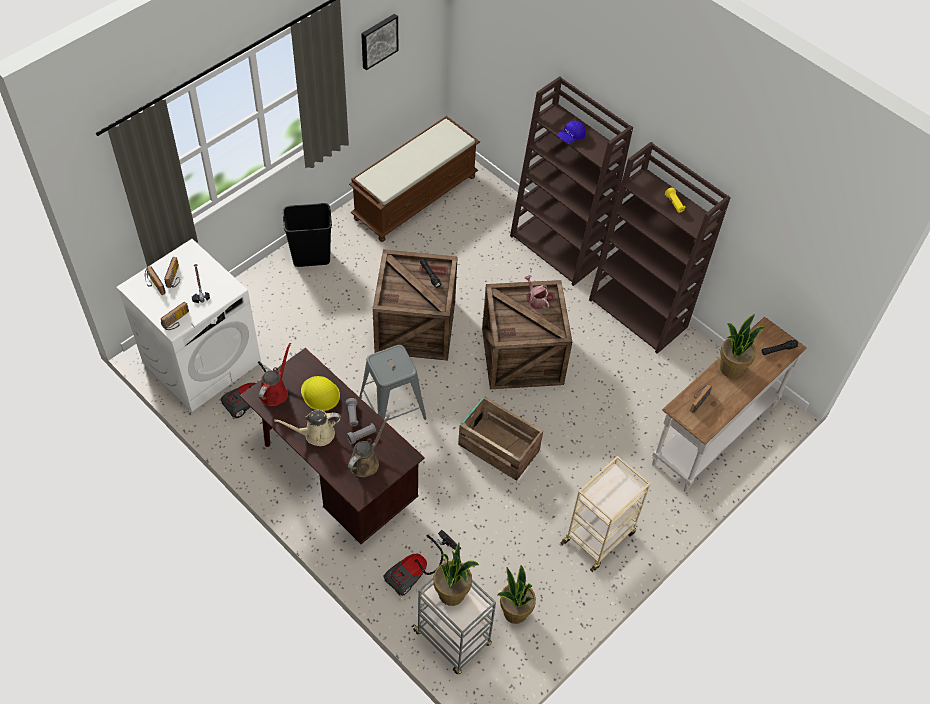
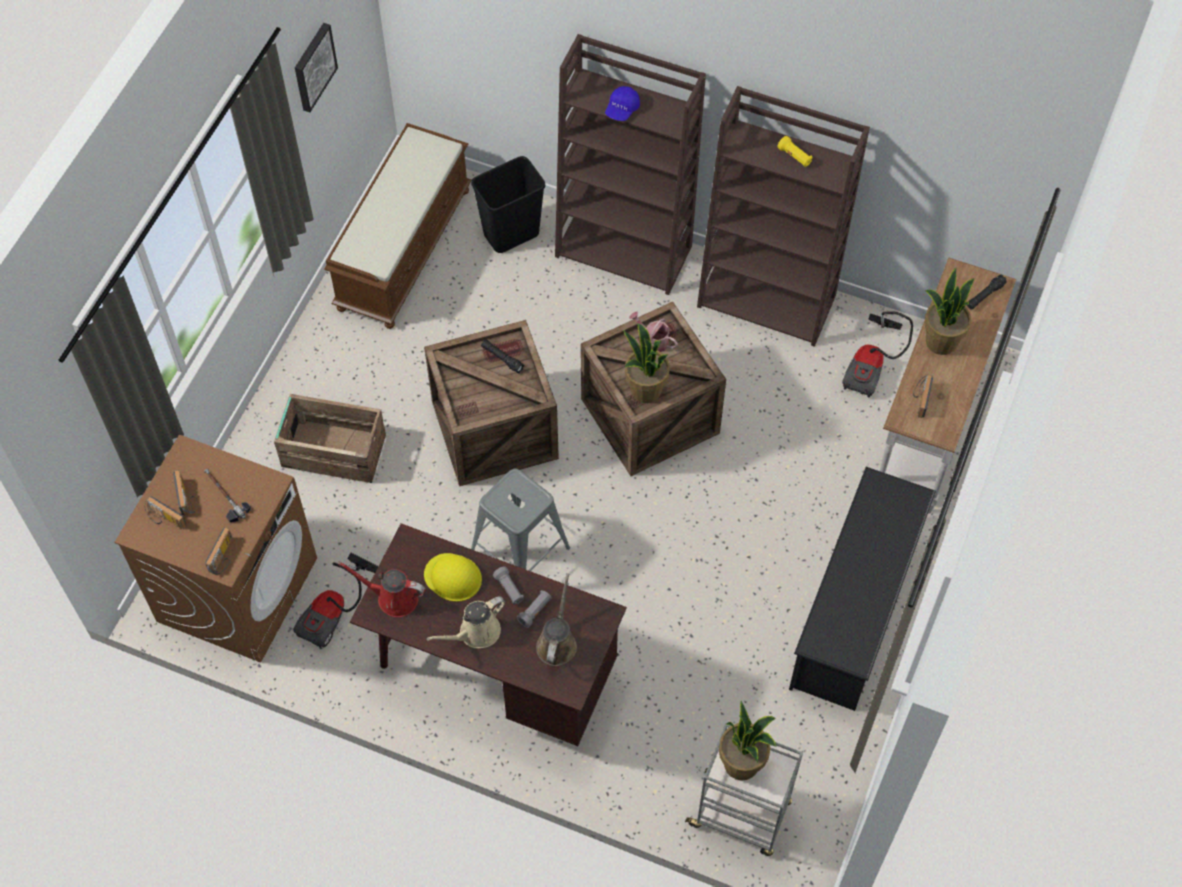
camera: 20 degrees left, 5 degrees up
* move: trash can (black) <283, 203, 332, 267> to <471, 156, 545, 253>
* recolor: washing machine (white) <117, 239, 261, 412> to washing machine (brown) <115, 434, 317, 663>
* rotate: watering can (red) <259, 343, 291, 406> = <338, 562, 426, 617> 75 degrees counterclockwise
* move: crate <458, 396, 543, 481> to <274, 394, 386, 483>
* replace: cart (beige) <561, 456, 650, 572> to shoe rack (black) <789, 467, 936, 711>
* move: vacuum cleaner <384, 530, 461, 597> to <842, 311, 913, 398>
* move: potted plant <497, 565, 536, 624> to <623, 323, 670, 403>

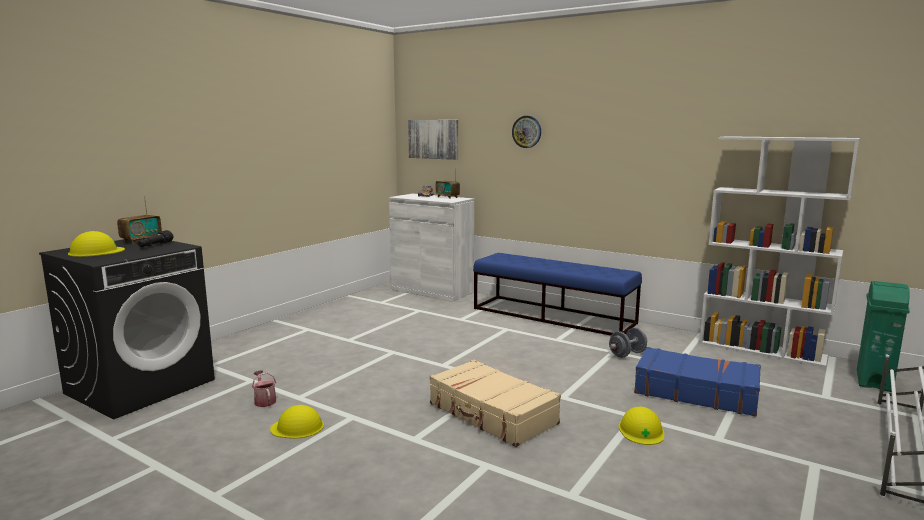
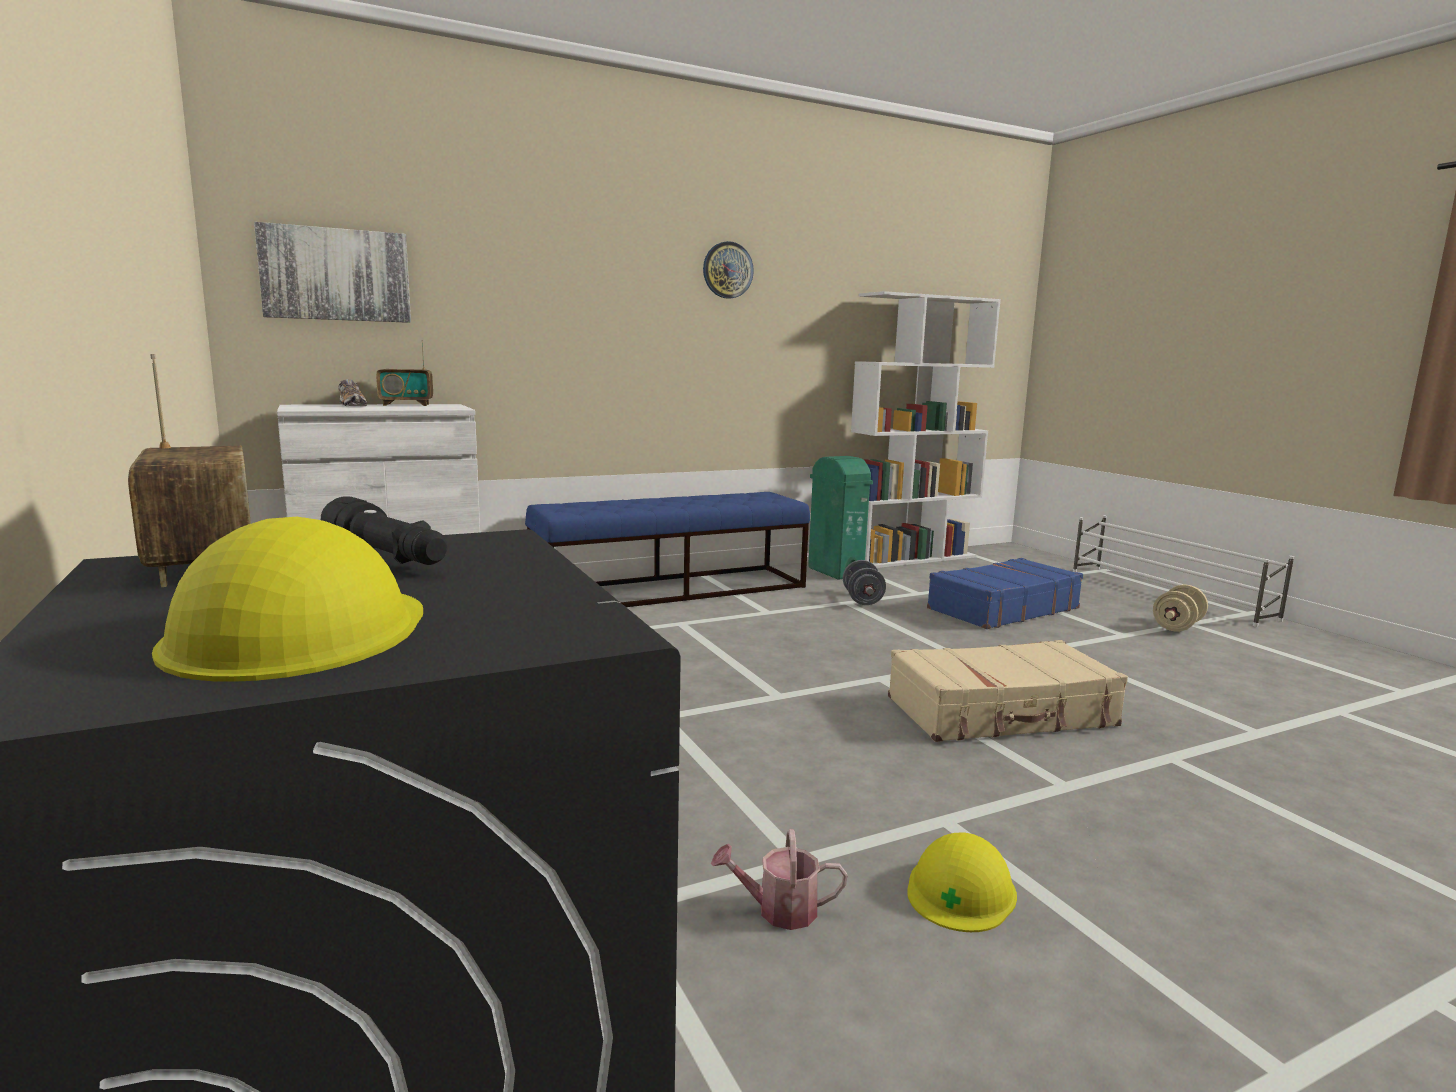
camera: 60 degrees left, 0 degrees up
* move: wall clock <512, 116, 541, 148> to <703, 241, 754, 299>
* move: trash can (green) <857, 281, 910, 392> to <808, 456, 873, 580>
* delete: hard hat (yellow) <618, 406, 664, 445>
* insert: dumbbell (beige) <1153, 585, 1208, 632>

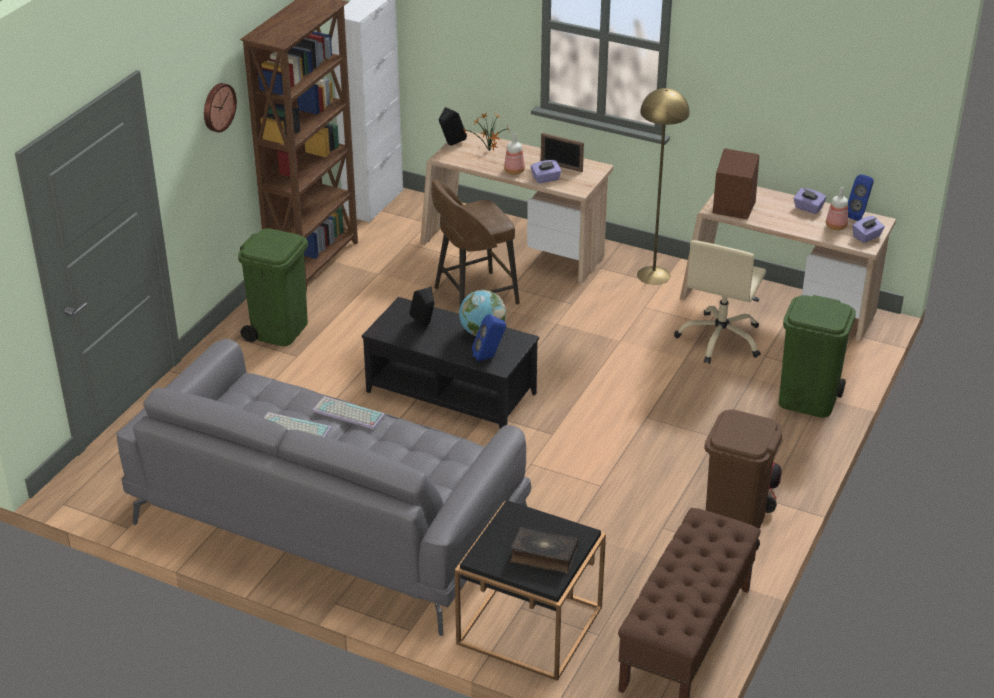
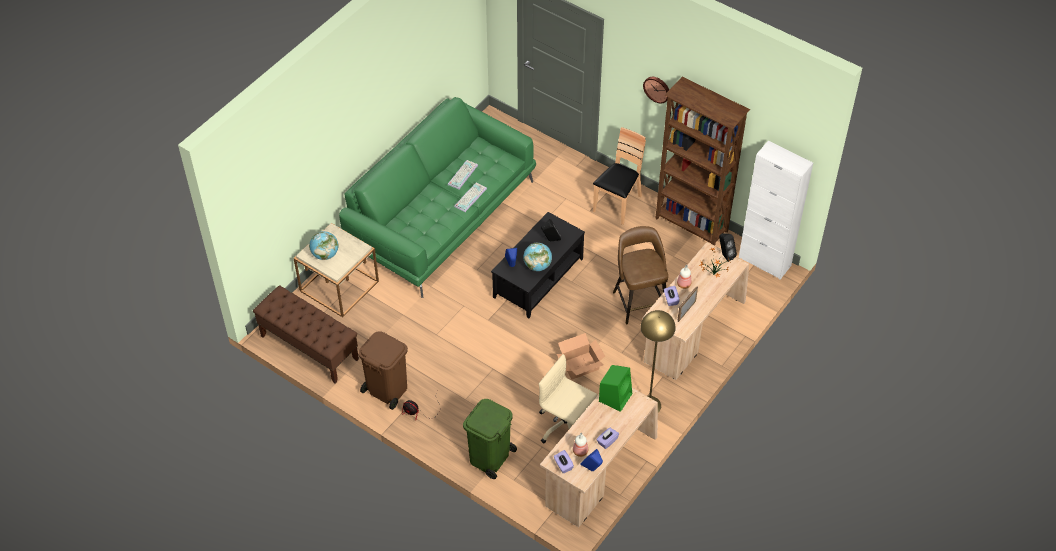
camera: 100 degrees right, 15 degrees up
* recolor: speaker (brown) <713, 148, 759, 219> to speaker (green) <599, 365, 632, 412>
* replace: trash can (green) <238, 228, 308, 346> to chair (brown) <593, 127, 646, 225>
* recolor: sofa (grey) <116, 339, 531, 636> to sofa (green) <339, 97, 536, 298>
* recolor: side table (black) <455, 500, 606, 681> to side table (beige) <293, 223, 379, 317>
* replace: book <510, 527, 578, 573> to globe <309, 231, 339, 260>
* insert: cardboard box <556, 333, 605, 380>

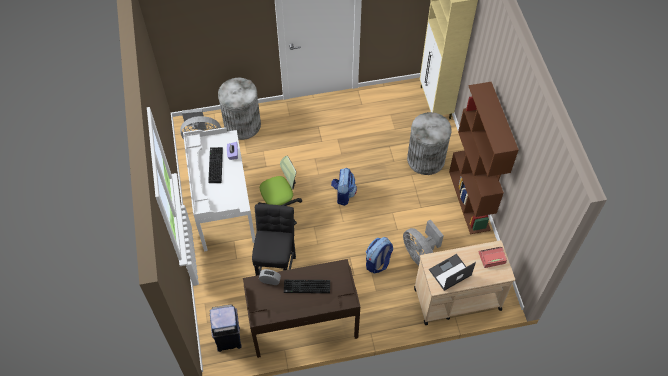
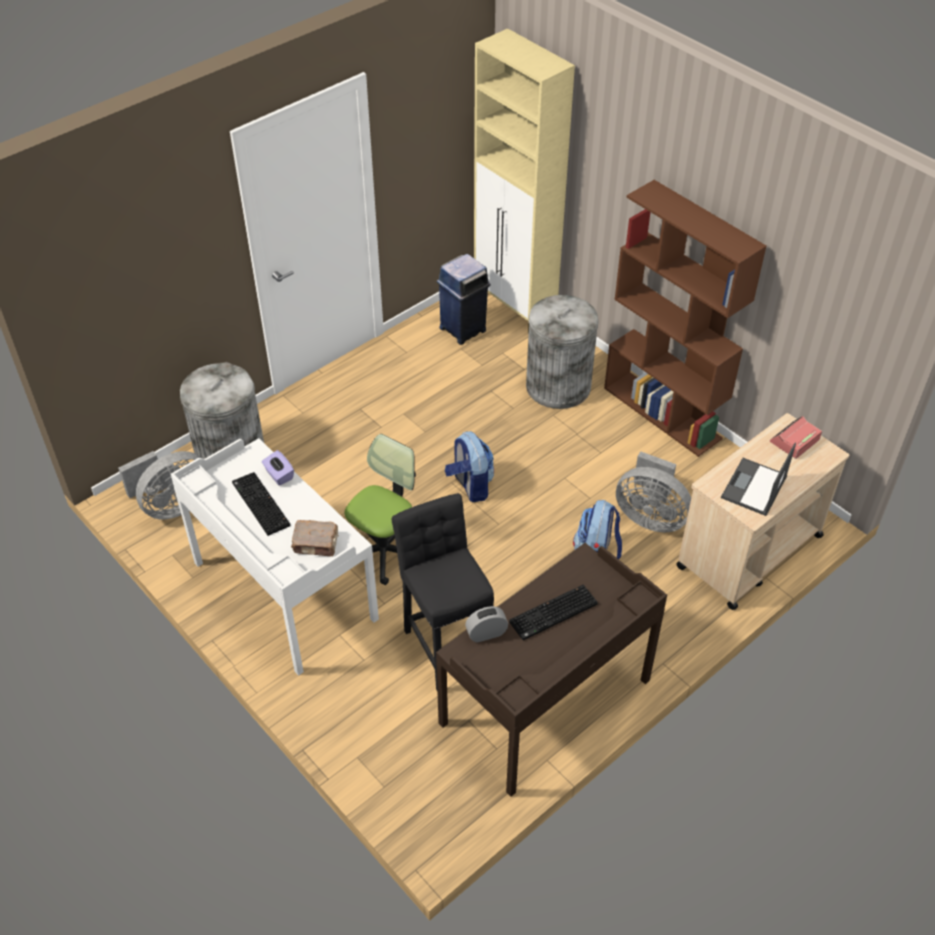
camera: 30 degrees left, 10 degrees down
* move: trash can (blue) <210, 304, 242, 352> to <437, 254, 491, 345>
* insert: book (brown) <291, 520, 338, 557>

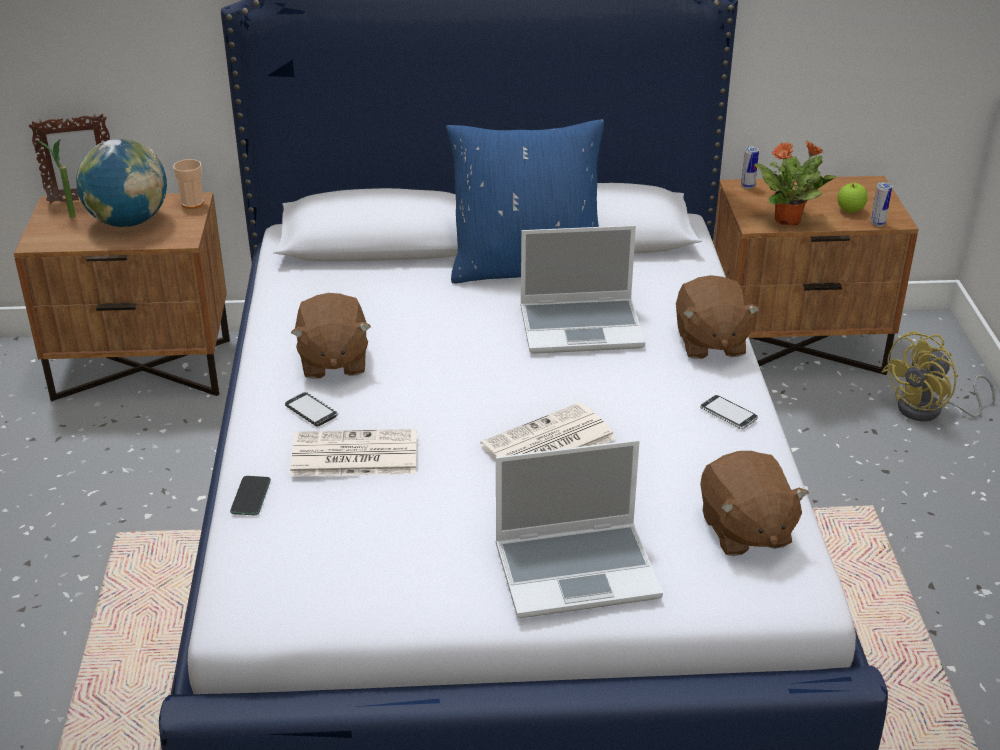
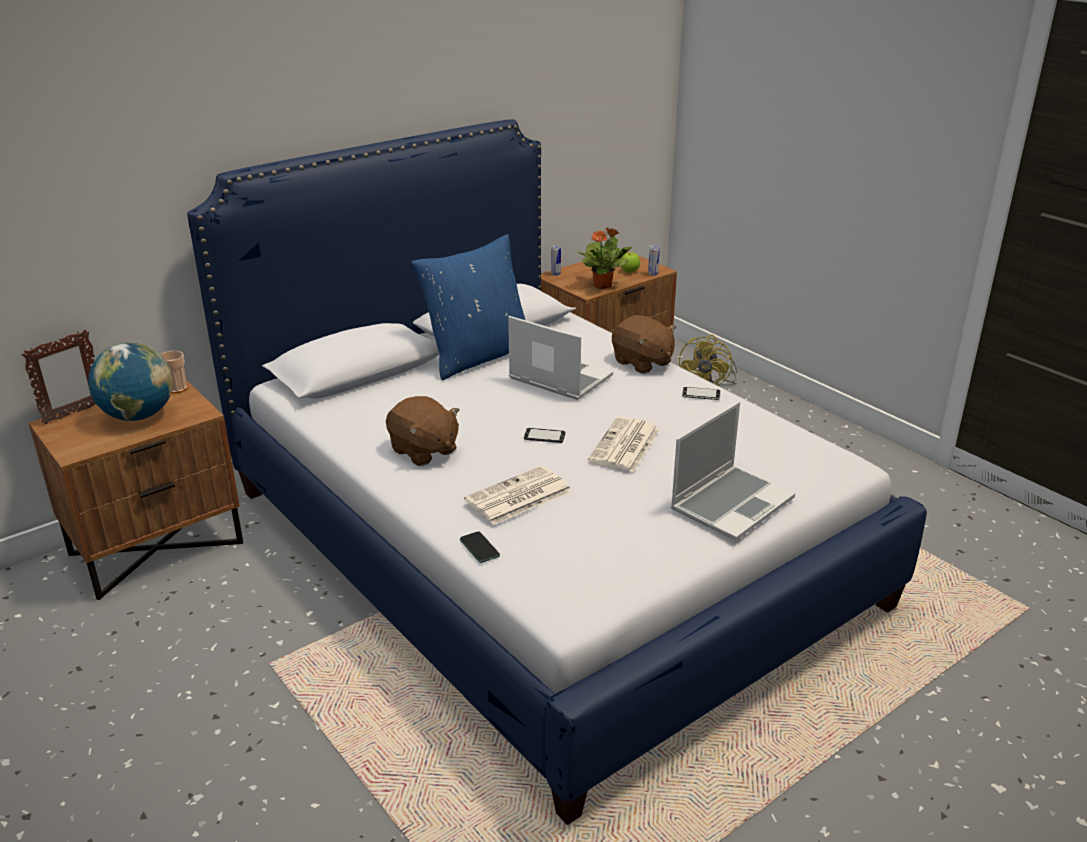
camera: 35 degrees left, 5 degrees down
* delete: potted plant <37, 139, 76, 218>
* rotate: laptop <521, 225, 645, 354> = <508, 316, 613, 400> 105 degrees counterclockwise
* move: phone <285, 392, 338, 427> to <524, 427, 566, 443>
* delete: plush toy (brown) <700, 451, 809, 556>

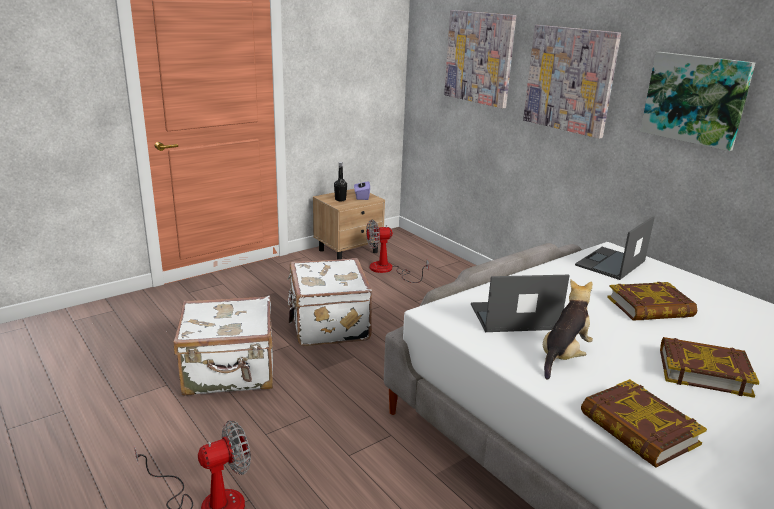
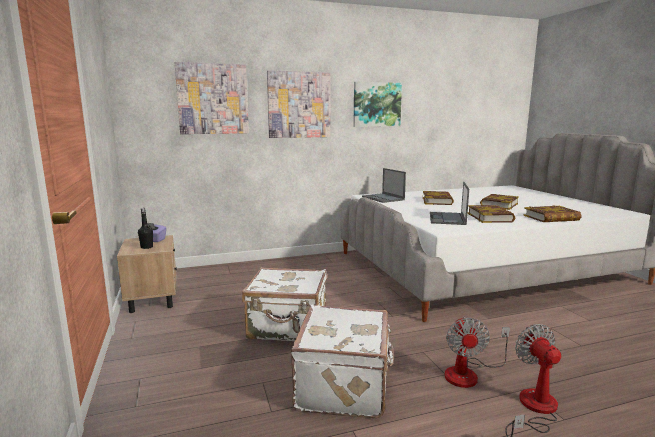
camera: 70 degrees left, 10 degrees down
* move: fan <366, 220, 429, 283> to <444, 317, 510, 388>
* replace: plush toy <543, 280, 593, 380> to book <468, 205, 515, 223>

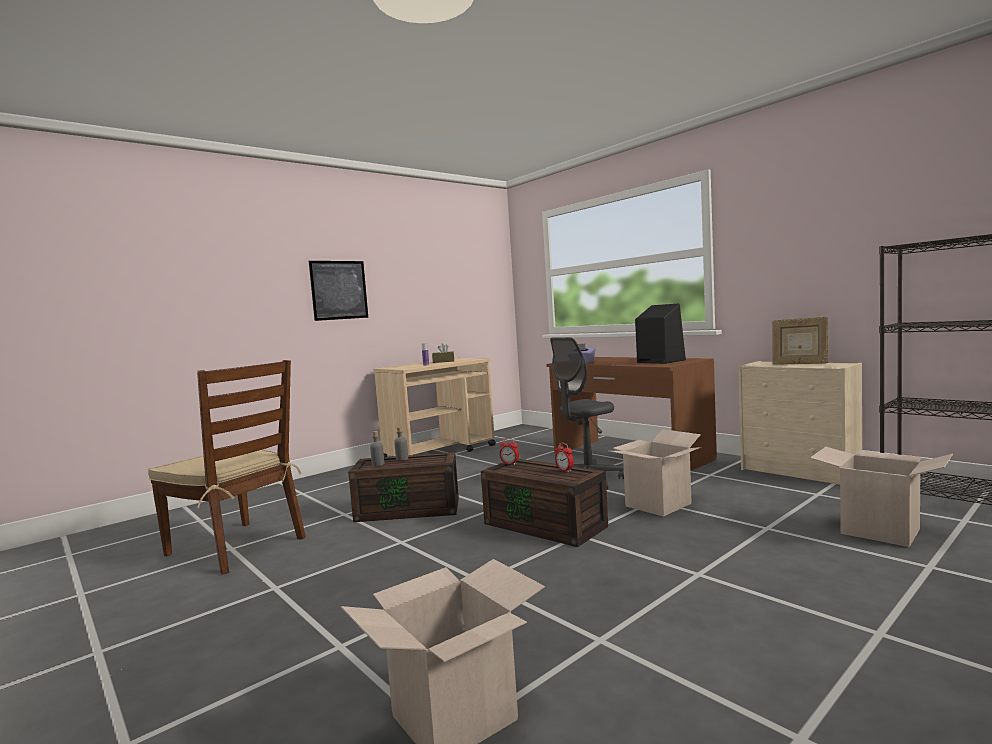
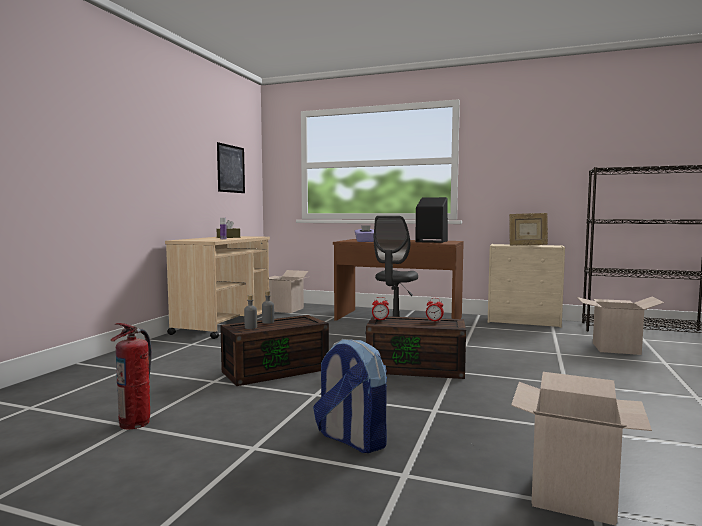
camera: 30 degrees left, 0 degrees up
* move: picture <309, 261, 368, 321> to <217, 142, 245, 193>
* replace: chair (brown) <148, 360, 306, 575> to fire extinguisher <111, 323, 152, 429>
* move: cardboard box <609, 429, 701, 517> to <269, 270, 310, 313>
* insert: backpack <313, 339, 387, 453>

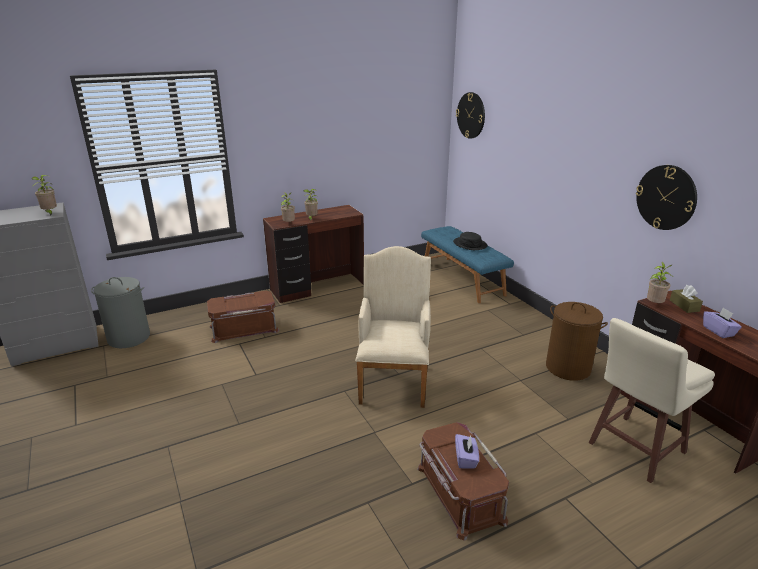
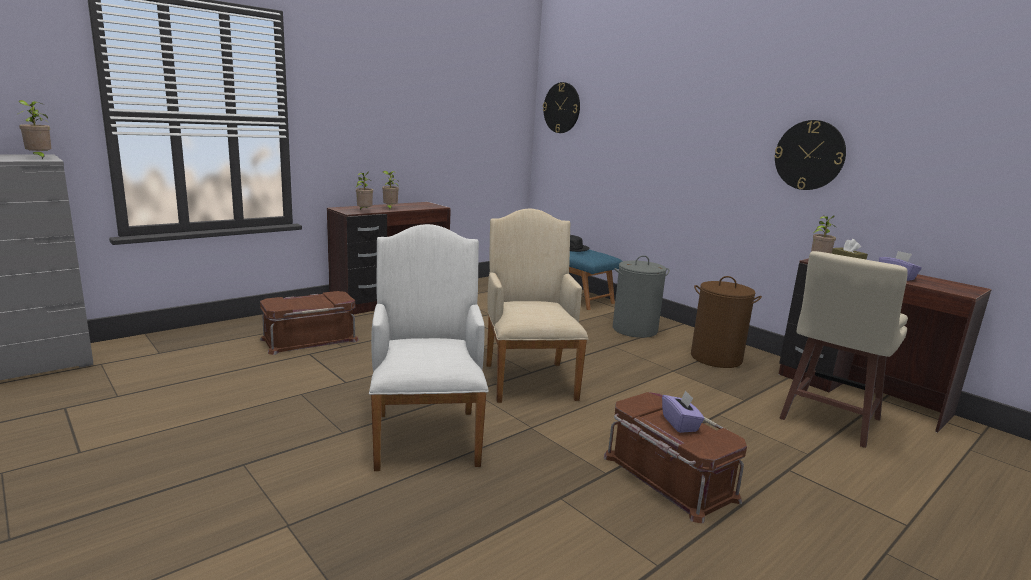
camera: 15 degrees left, 10 degrees down
* move: laundry basket (grey) <91, 277, 150, 348> to <613, 255, 670, 338>
* insert: armchair (white) <369, 224, 489, 471>

